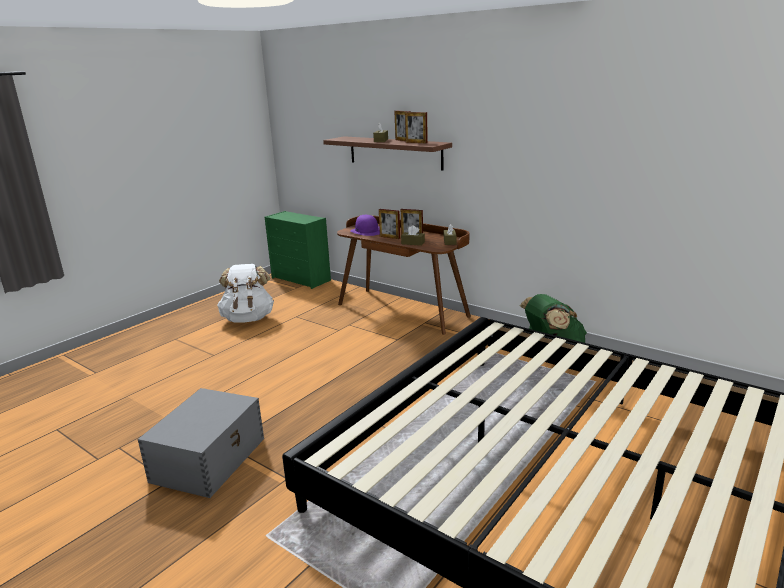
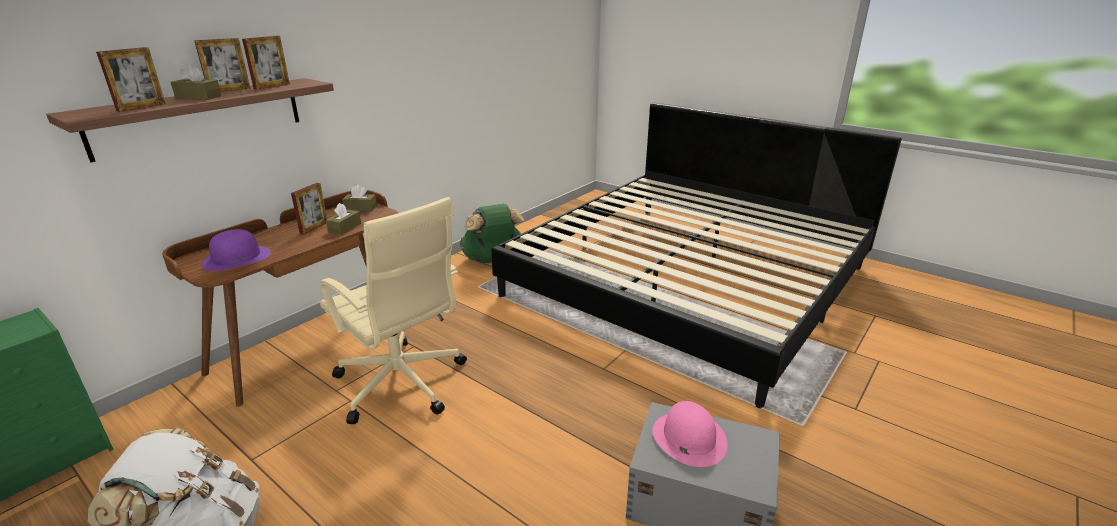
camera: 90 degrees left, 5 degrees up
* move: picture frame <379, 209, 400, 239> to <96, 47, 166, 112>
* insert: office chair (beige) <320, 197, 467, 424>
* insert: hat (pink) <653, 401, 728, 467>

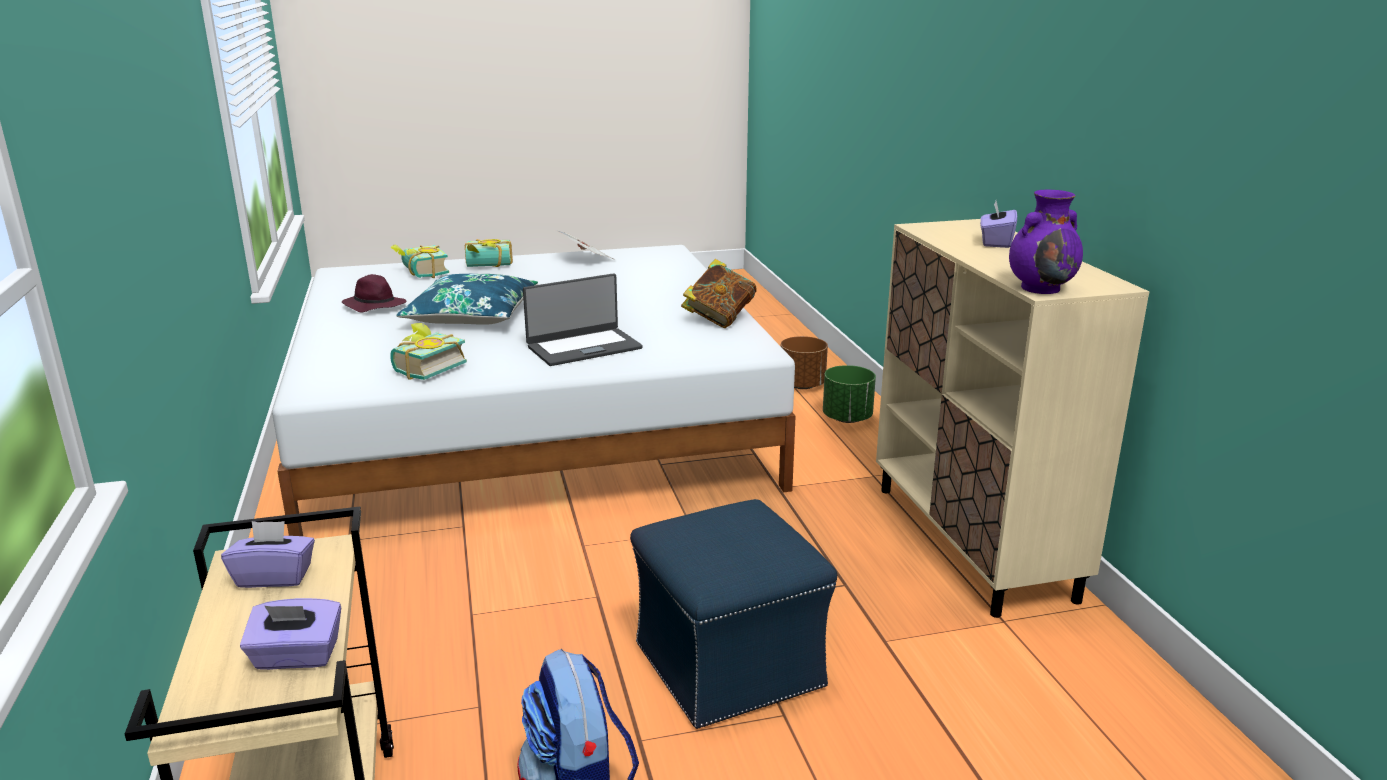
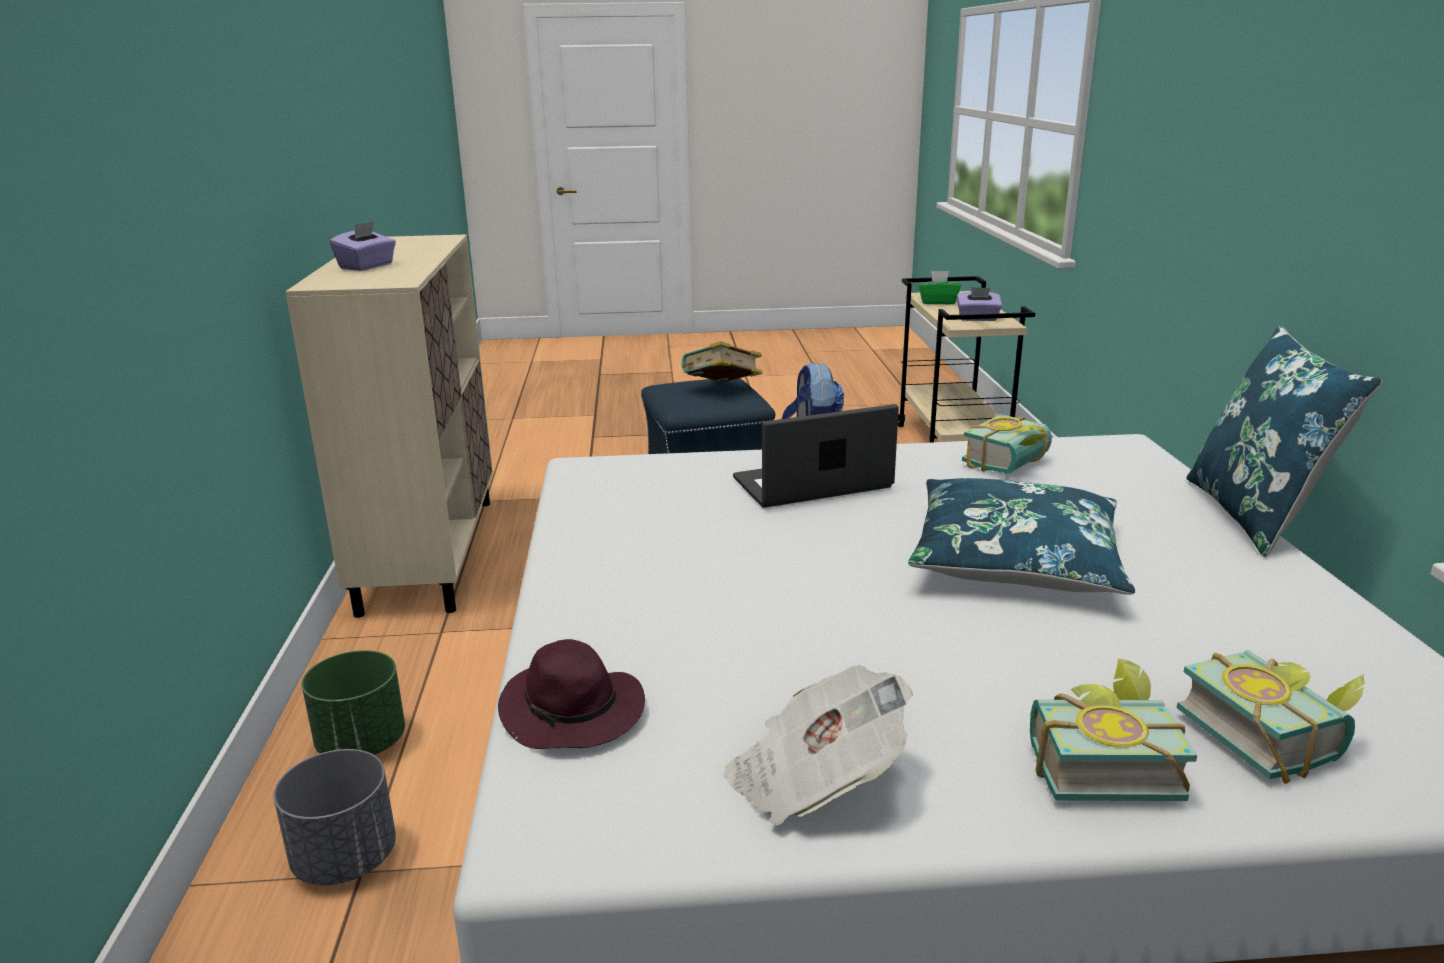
camera: 170 degrees left, 0 degrees up
* delete: vase (purple) <1009, 190, 1083, 294>
* move: book <681, 259, 757, 328> to <681, 341, 763, 383>
* move: hat (purple) <342, 274, 406, 313> to <498, 639, 645, 749>
* recolor: planter (brown) <781, 336, 828, 389> to planter (grey) <274, 749, 396, 885>
* recolor: tissue box (purple) <240, 598, 341, 670> to tissue box (green) <919, 271, 961, 304>
* insert: pillow (blue) <1186, 326, 1383, 557>

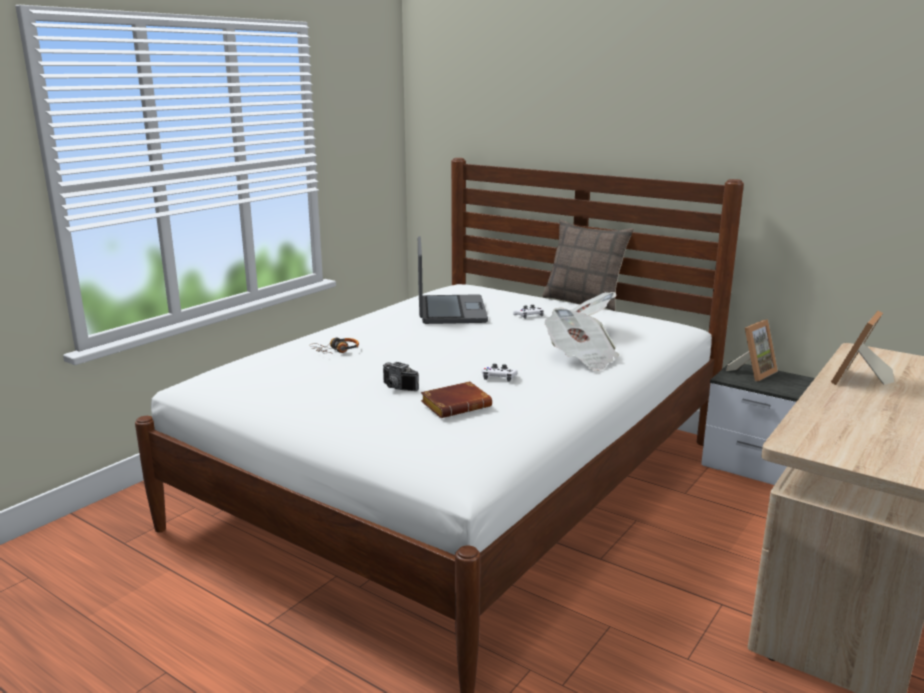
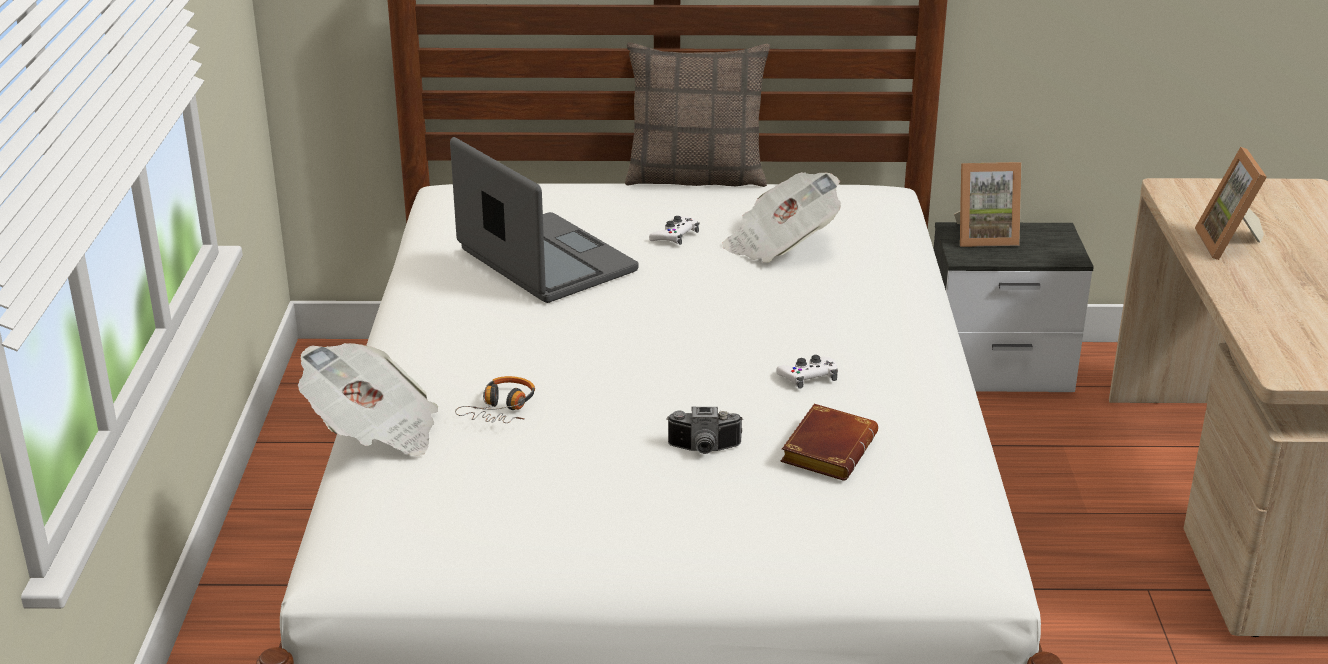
camera: 35 degrees left, 10 degrees up
* move: newspaper <545, 308, 619, 371> to <298, 343, 438, 456>
* rotate: picture frame <726, 319, 778, 381> = <954, 162, 1021, 247> 75 degrees clockwise

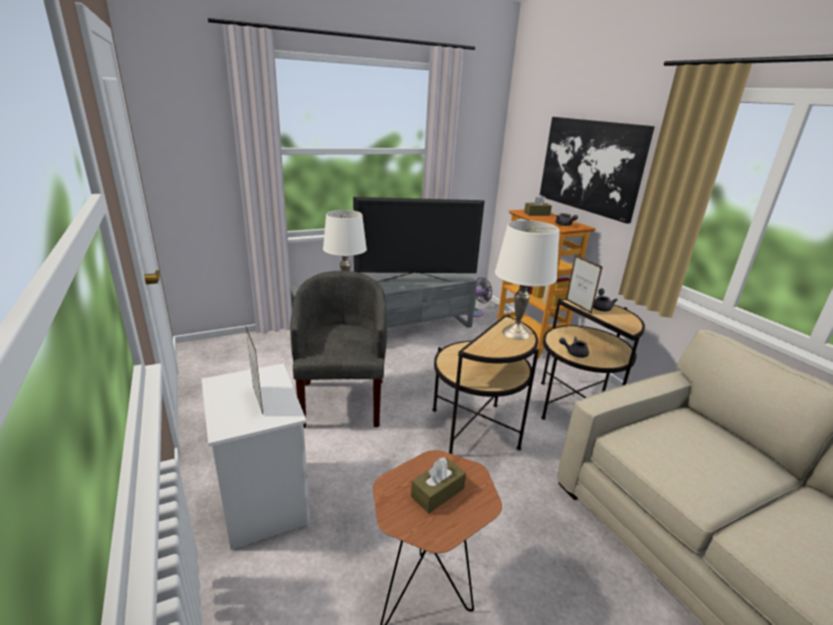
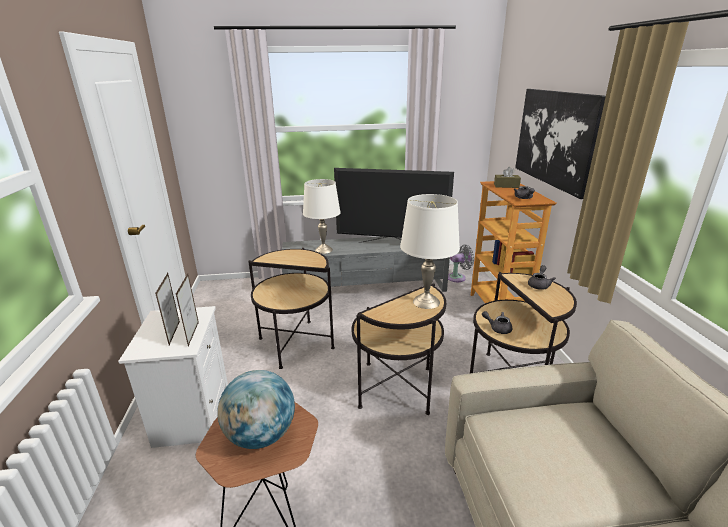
camera: 20 degrees right, 0 degrees up
* move: picture frame <566, 255, 603, 314> to <176, 273, 199, 346>
* replace: armchair (grey) <290, 271, 387, 428> to side table <248, 248, 335, 369>
* replace: tissue box (brown) <411, 457, 466, 514> to globe <217, 370, 295, 449>

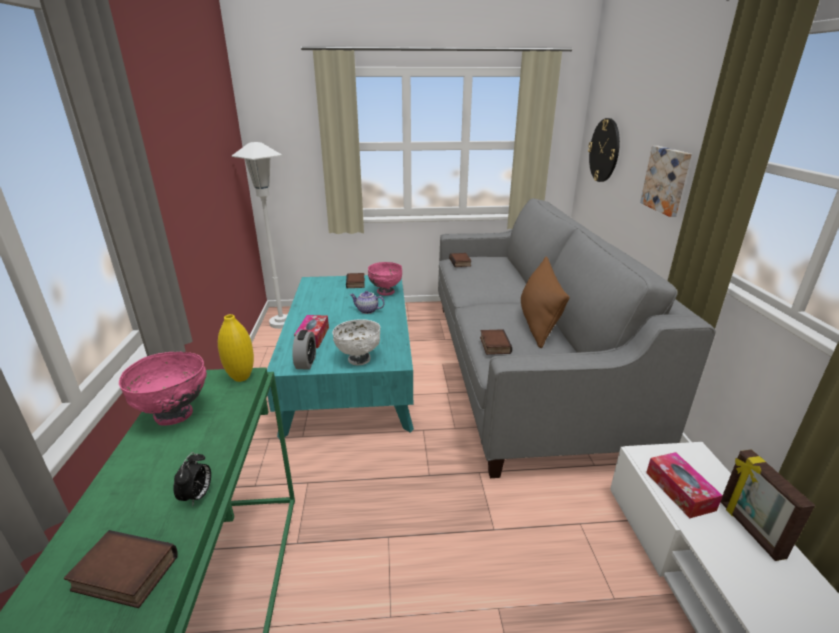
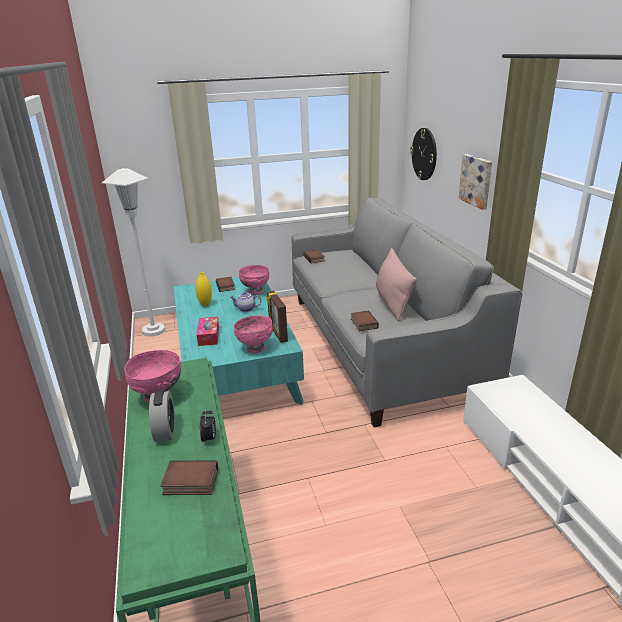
camera: 10 degrees left, 0 degrees up
* recolor: pillow (brown) <521, 257, 570, 348> to pillow (pink) <376, 248, 417, 322>
* move: vase (yellow) <218, 314, 254, 382> to <195, 272, 212, 306>
* recolor: bowl (white) <332, 319, 380, 365> to bowl (pink) <234, 315, 273, 353>
* move: alarm clock <292, 330, 316, 370> to <149, 390, 175, 442>
* move: picture frame <721, 449, 815, 561> to <266, 291, 288, 343>
* delete: tissue box <646, 452, 723, 518>

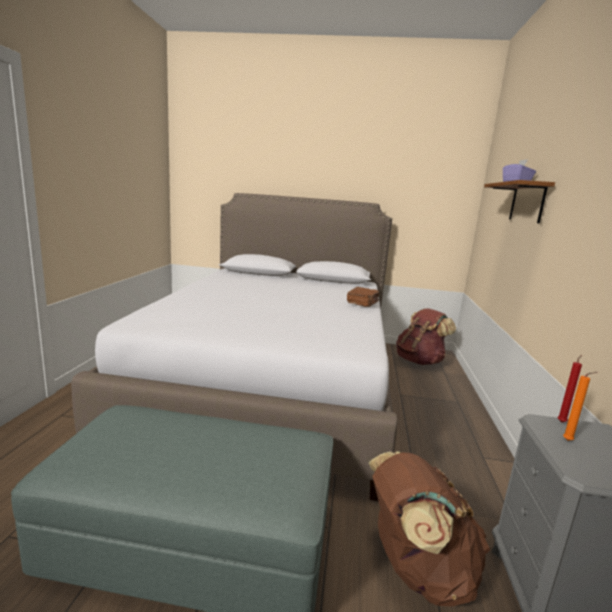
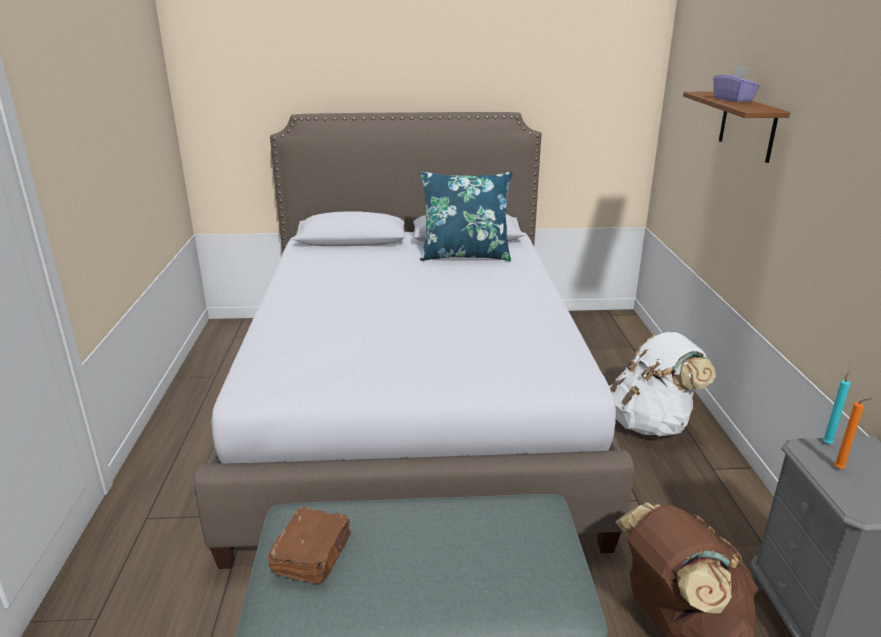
camera: 10 degrees left, 10 degrees up
* move: book (brown) <347, 287, 379, 307> to <268, 507, 351, 584>
* delete: backpack (brown) <396, 308, 456, 365>
* recolor: candle (red) <558, 355, 582, 422> to candle (turquoise) <823, 372, 850, 444>
* insert: pillow (blue) <420, 171, 513, 261>
* insert: backpack (white) <609, 332, 716, 436>

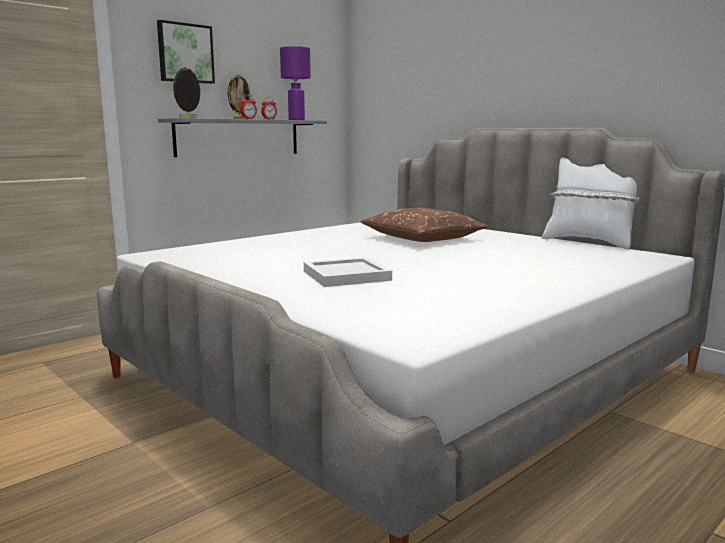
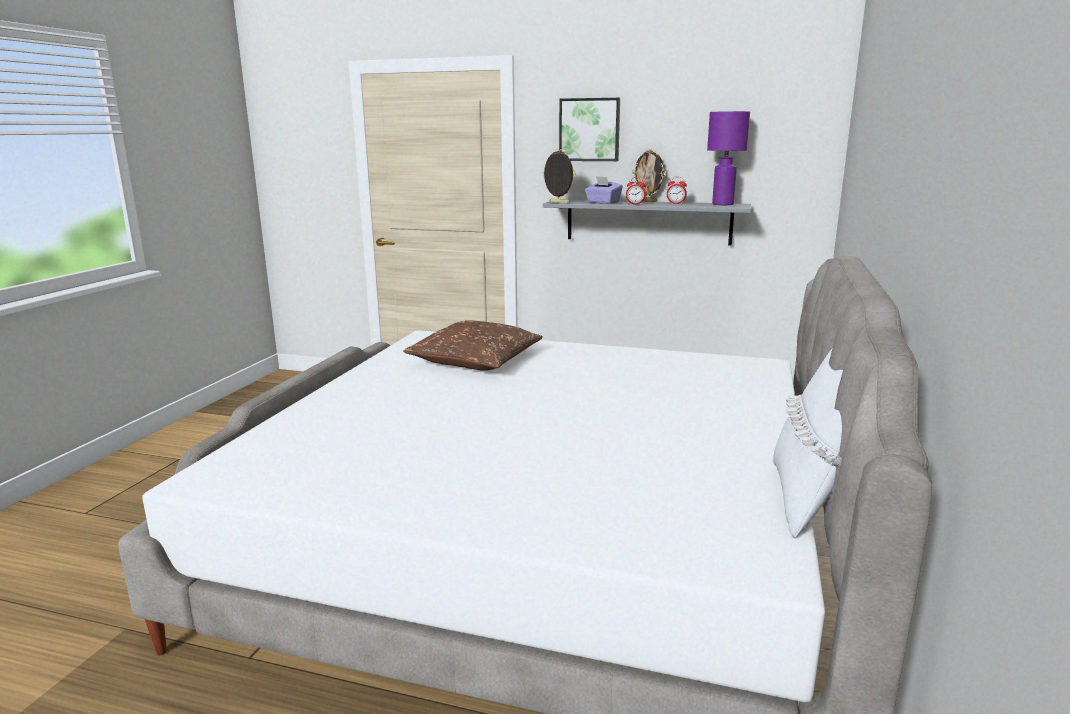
camera: 60 degrees right, 5 degrees up
* move: pillow (brown) <361, 208, 488, 242> to <403, 320, 543, 371>
* delete: tray (white) <304, 257, 392, 287>
* insert: tissue box (purple) <585, 176, 623, 204>

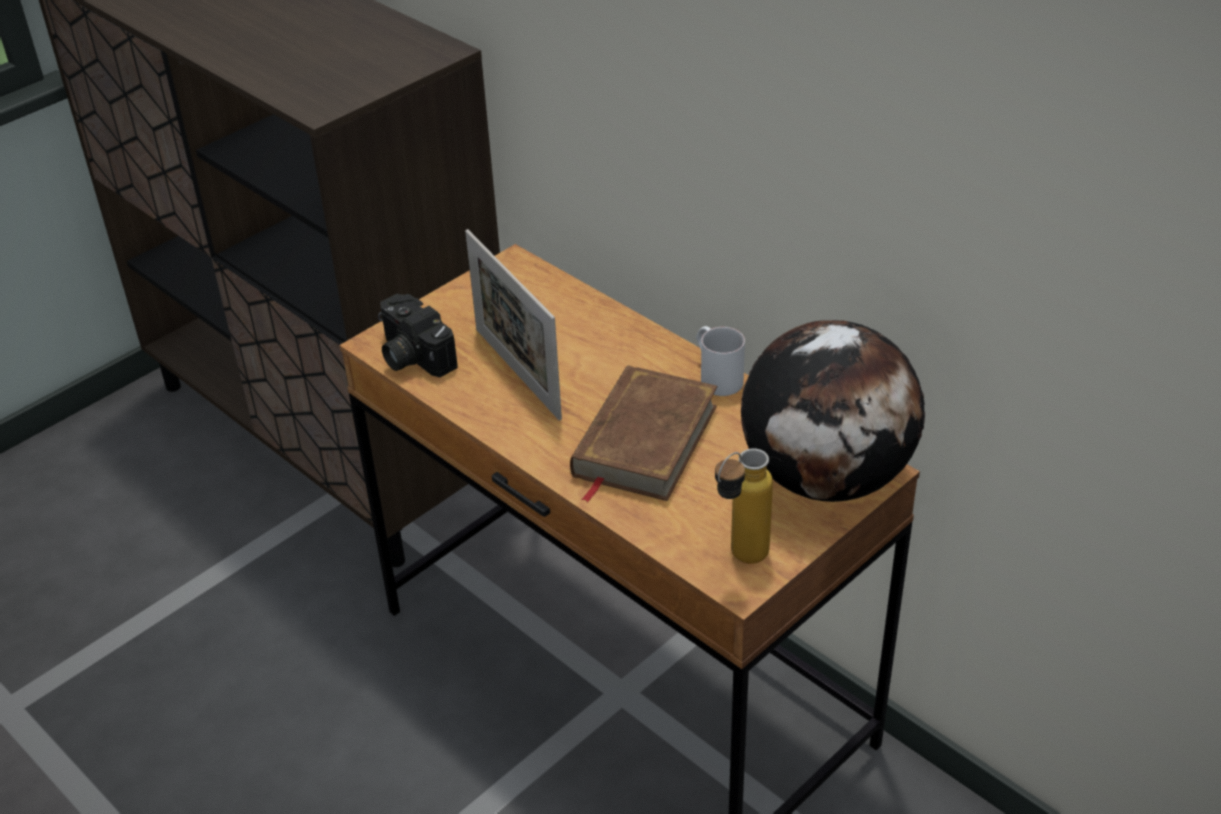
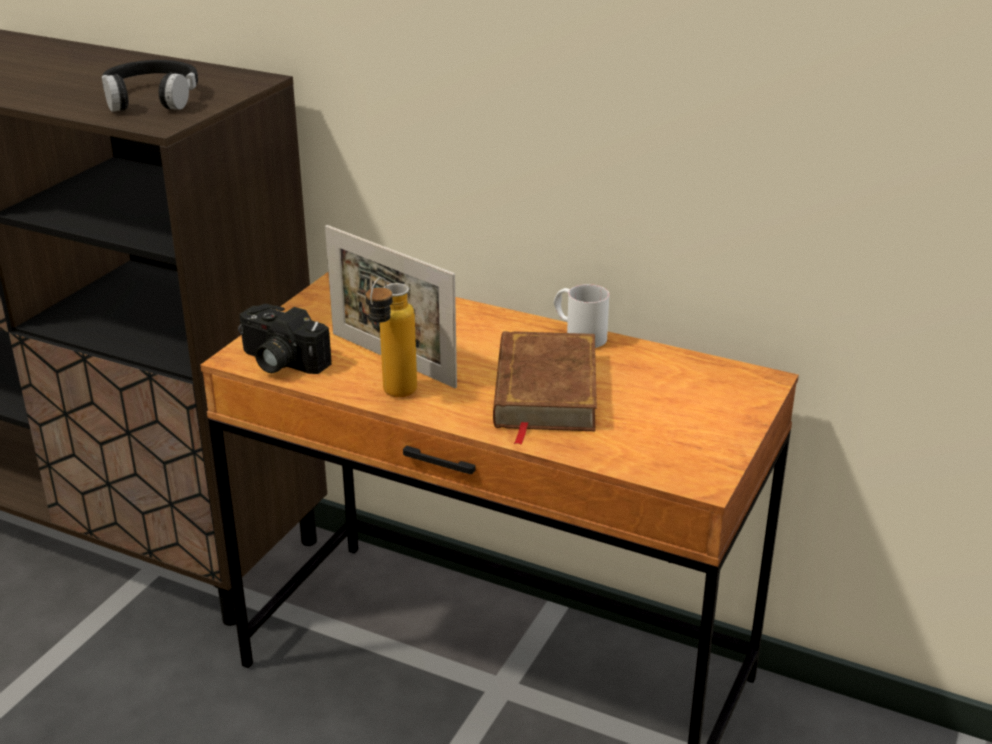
camera: 20 degrees left, 10 degrees down
* delete: globe <741, 320, 925, 502>
* move: bottle <715, 449, 773, 564> to <366, 277, 417, 397>
* insert: headphones (black) <102, 60, 198, 112>

